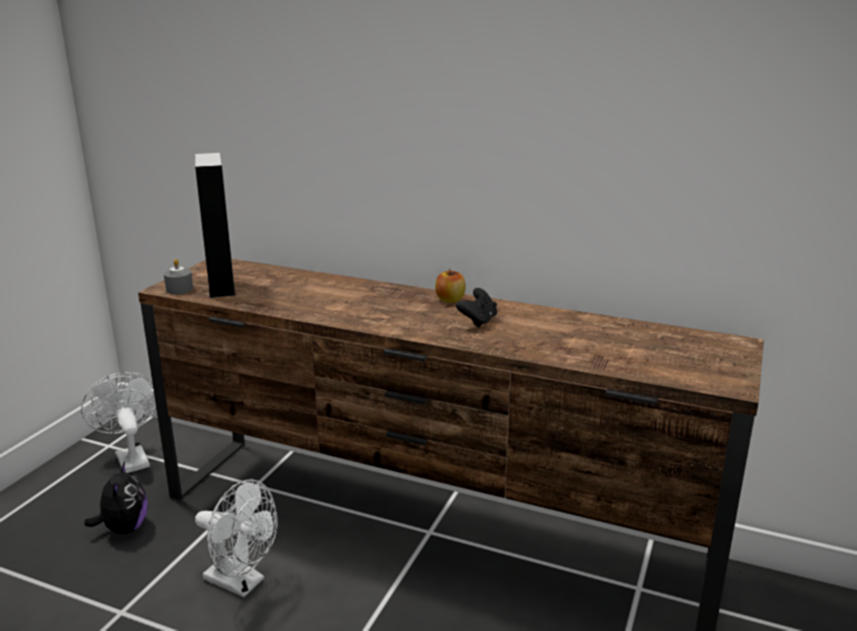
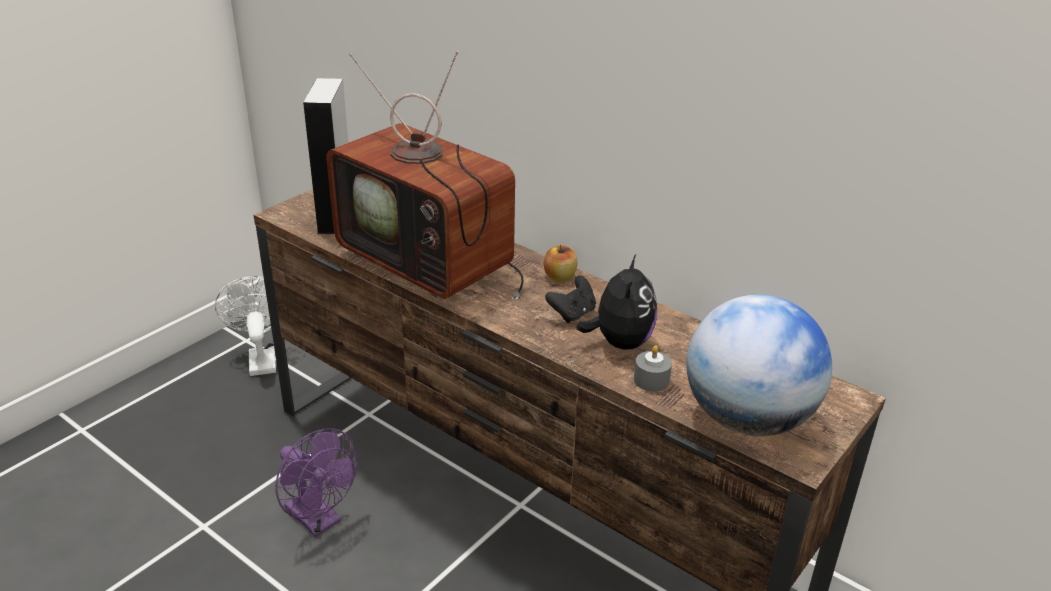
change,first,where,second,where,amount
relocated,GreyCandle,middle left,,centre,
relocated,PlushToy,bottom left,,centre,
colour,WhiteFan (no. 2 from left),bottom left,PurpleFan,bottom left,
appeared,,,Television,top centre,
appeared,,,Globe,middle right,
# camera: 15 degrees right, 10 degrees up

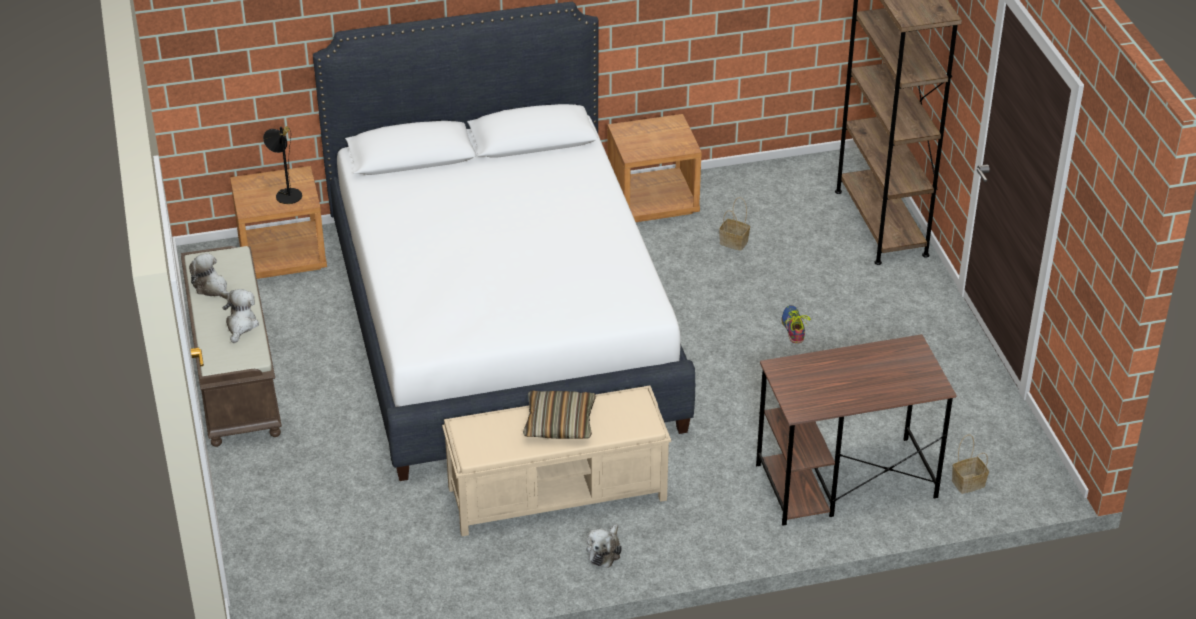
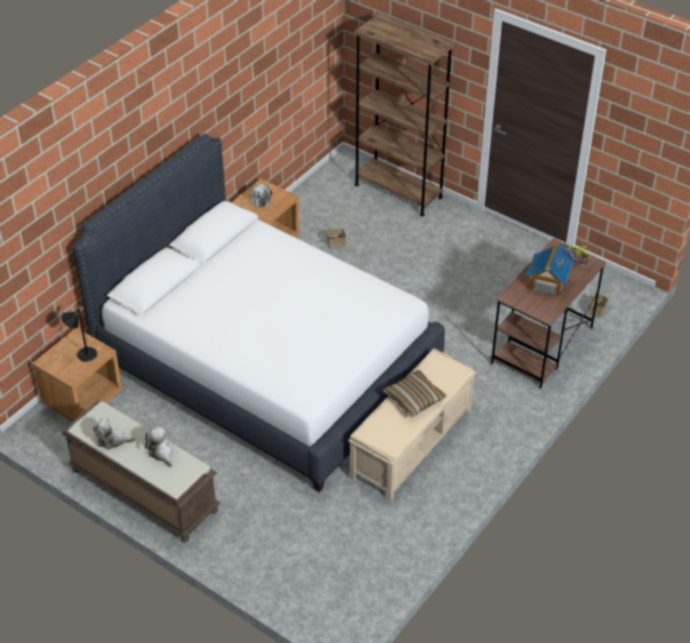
change,first,where,second,where,amount
relocated,Shoe,centre,,middle right,
relocated,PlushToy (no. 3 from left),bottom centre,,top centre,
appeared,,,ToyHouse,middle right,
# camera: 40 degrees left, 5 degrees up

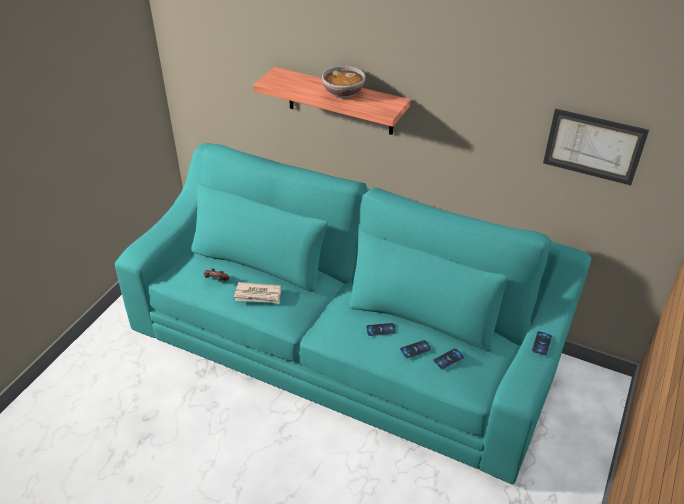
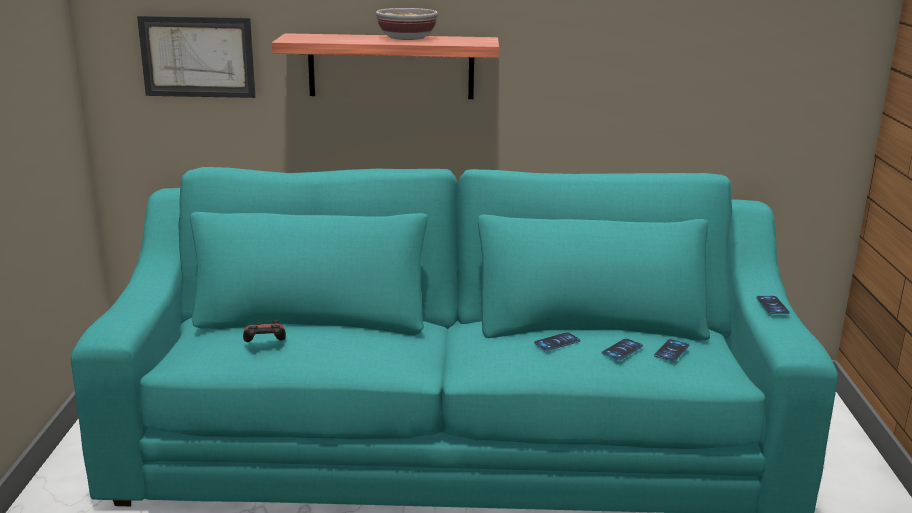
change,first,where,second,where,amount
relocated,Picture,top right,,top left,
missing,Newspaper,centre,,,
# camera: 25 degrees left, 20 degrees down

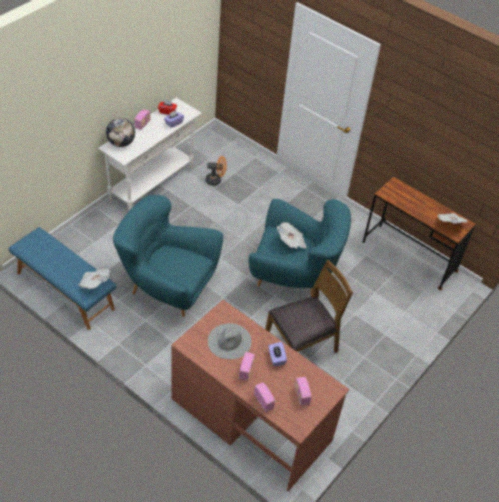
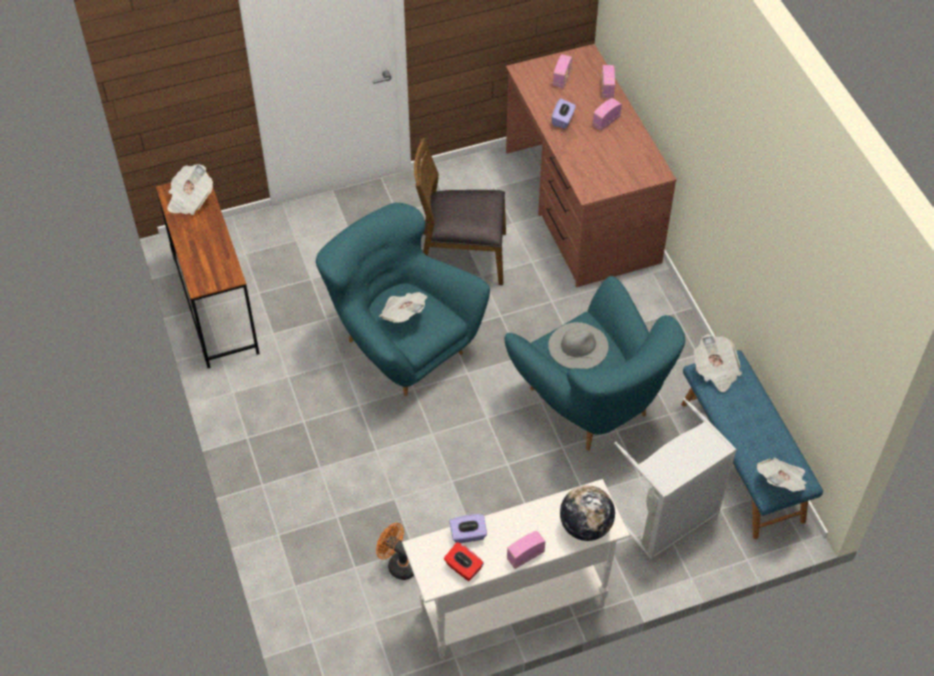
change,first,where,second,where,amount
relocated,GreyHat,bottom centre,,centre,
appeared,,,GreyLaundryBasket,bottom right,
appeared,,,Newspaper (no. 4 from left),bottom right,
# camera: 145 degrees left, 5 degrees up

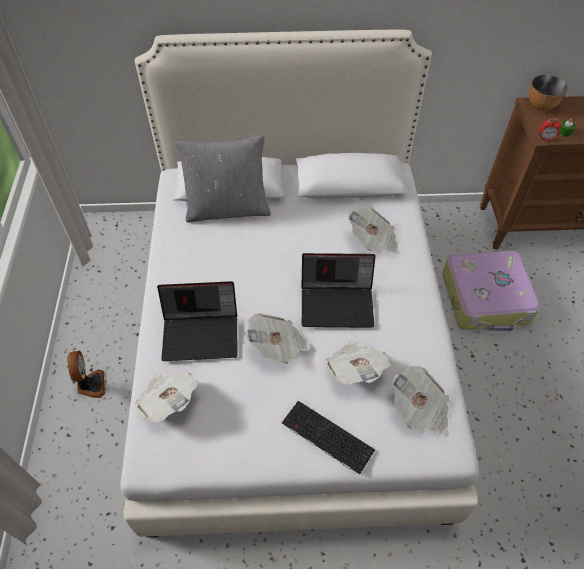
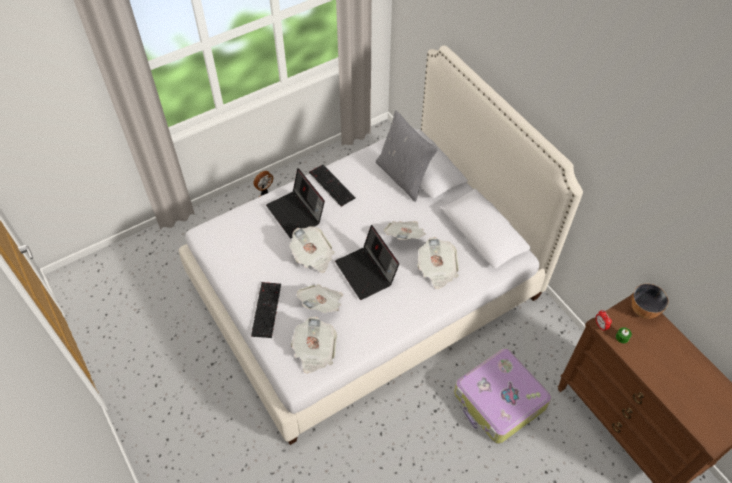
change,first,where,second,where,amount
relocated,Newspaper (no. 1 from left in the first image),bottom left,Newspaper (no. 4 from left),centre,
appeared,,,Keyboard (no. 2 from left),centre,
# camera: 60 degrees right, 0 degrees up

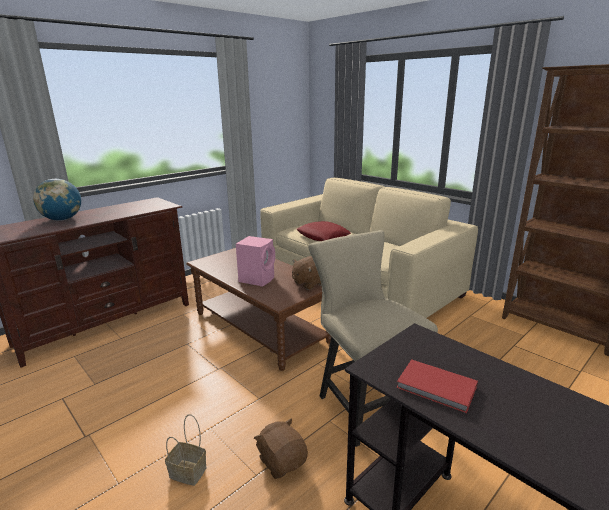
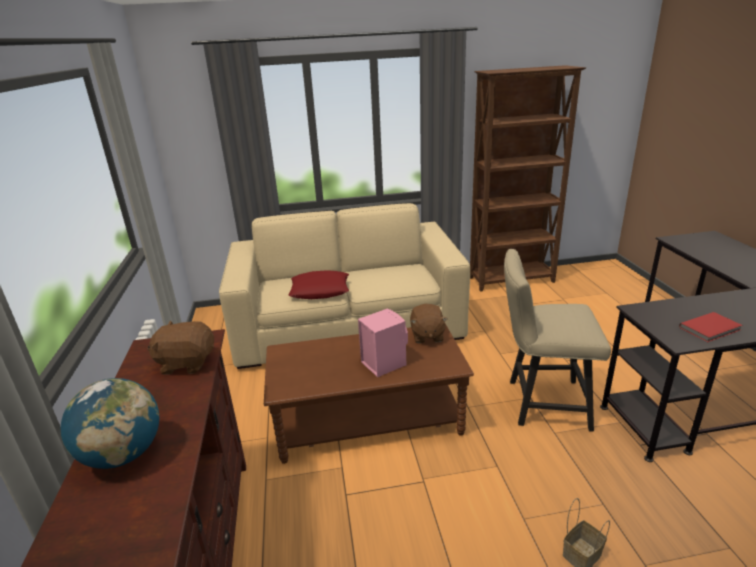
change,first,where,second,where,amount
relocated,BrownPlushToy (no. 1 from left),bottom centre,,middle left,
# camera: 55 degrees left, 5 degrees up

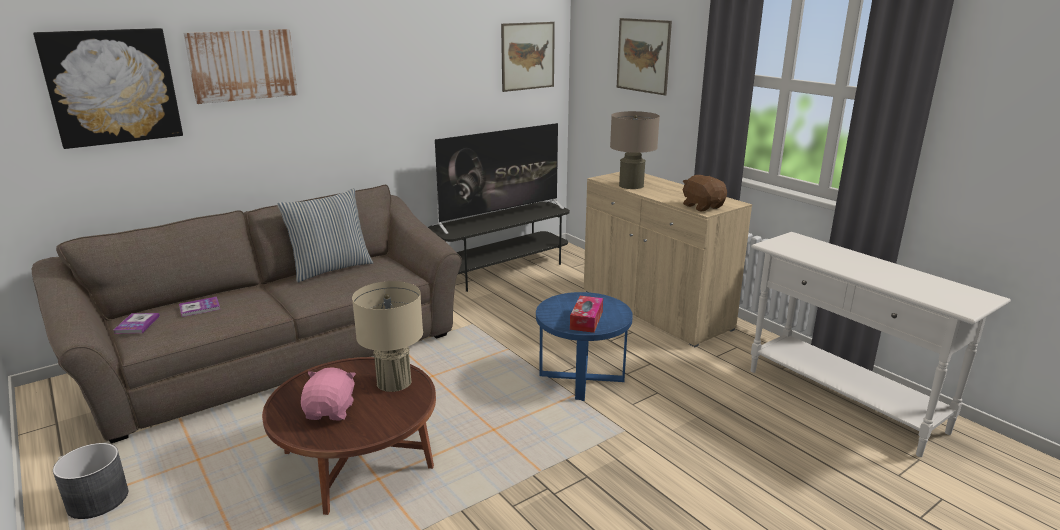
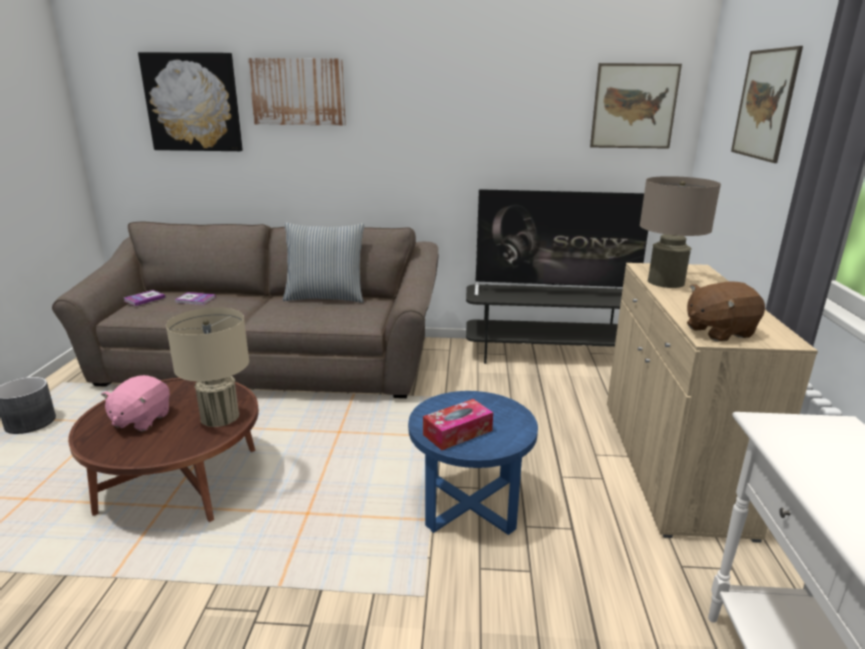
change,first,where,second,where,amount
spun,BrownPlushToy,centre,,middle right,120 degrees counterclockwise
spun,PinkPlushToy,bottom left,,middle left,150 degrees clockwise
# camera: 40 degrees right, 0 degrees up

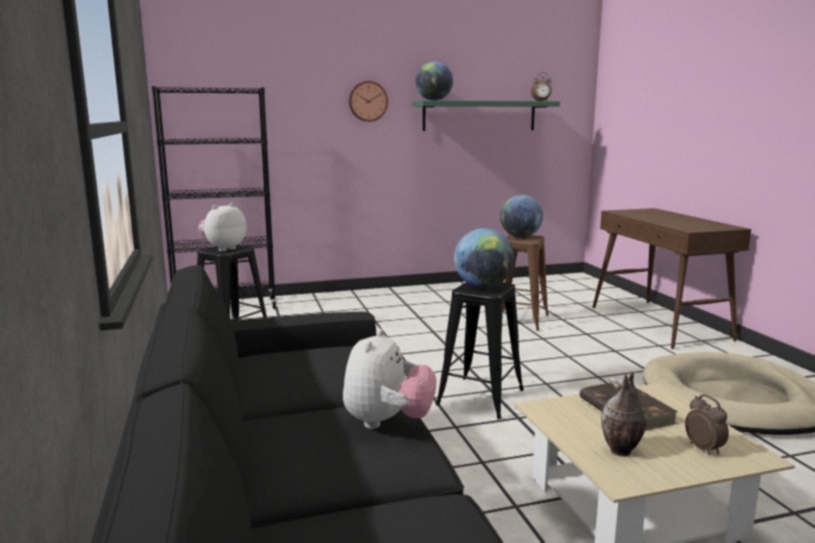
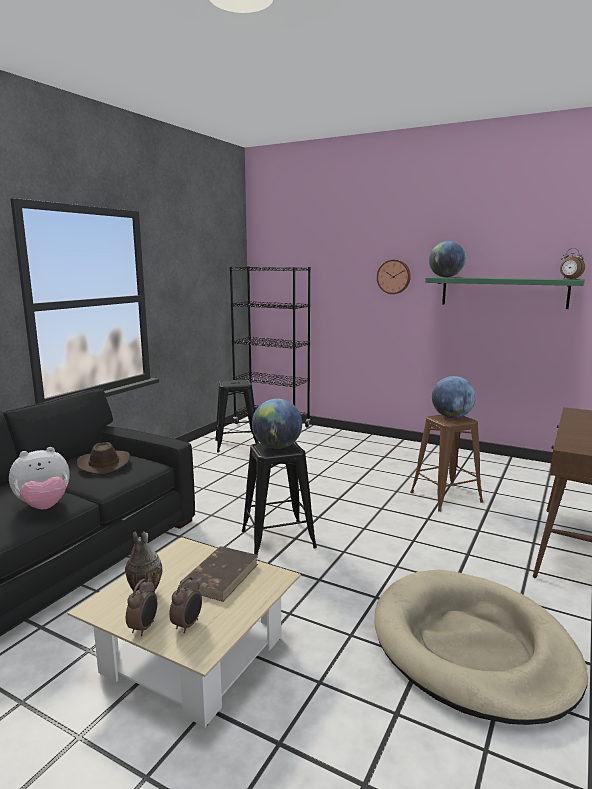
change,first,where,second,where,amount
missing,PlushToy (no. 1 from left),middle left,,,
appeared,,,BrownHat,middle left,
appeared,,,AlarmClock (no. 1 from left),bottom left,
# camera: 45 degrees right, 0 degrees up

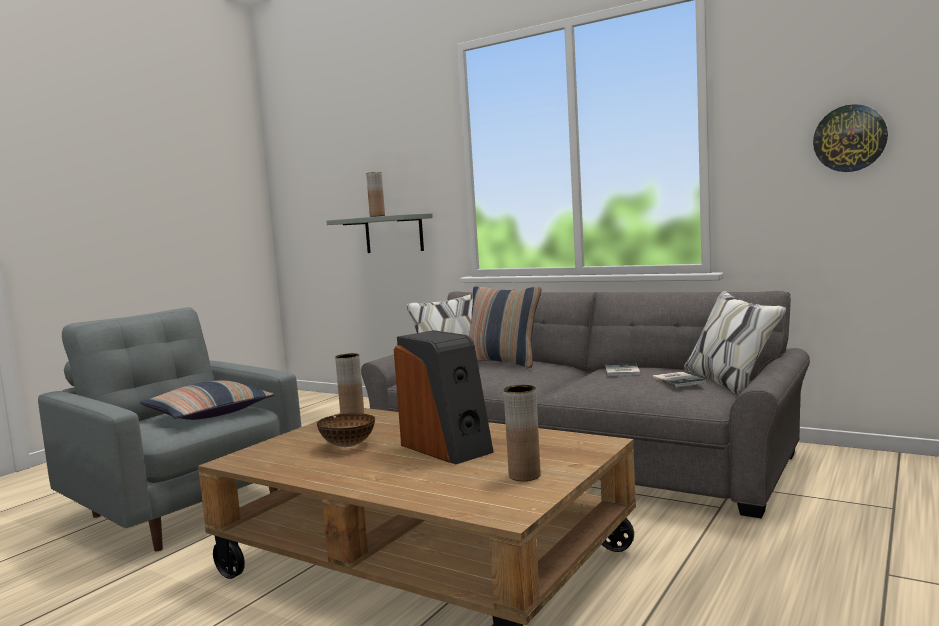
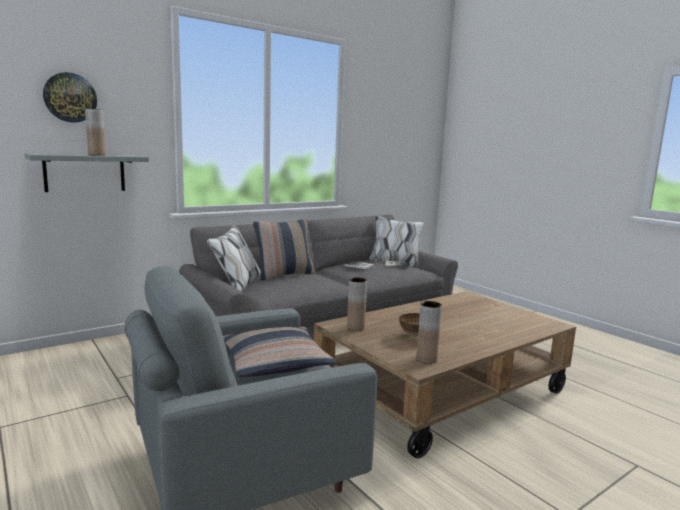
change,first,where,second,where,amount
relocated,WallClock,top right,,top left,
missing,Speaker,centre,,,
relocated,BrownVase (no. 3 from left),bottom centre,,centre,
# camera: 70 degrees left, 5 degrees up

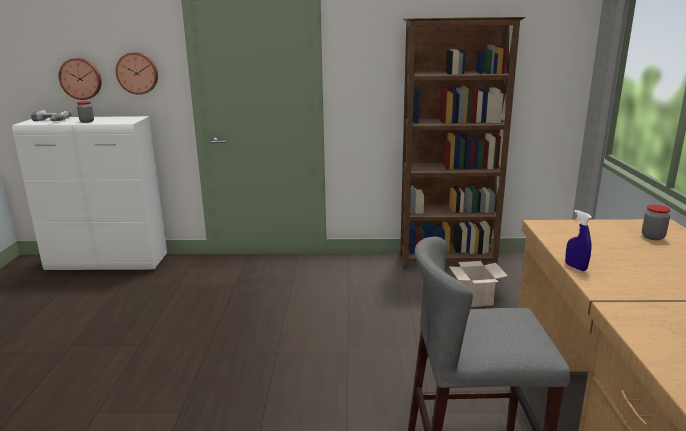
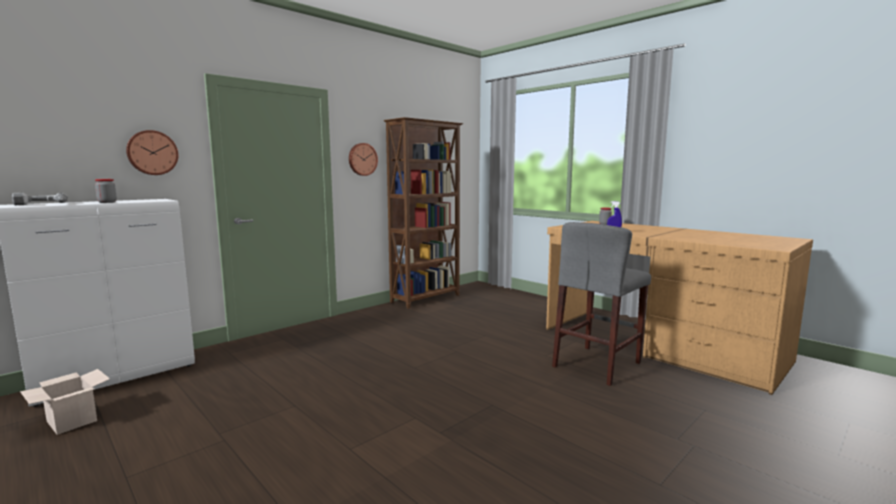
change,first,where,second,where,amount
relocated,WallClock (no. 1 from left in the first image),top left,WallClock (no. 2 from left),top centre,
relocated,CardboardBox,middle right,,bottom left,
# camera: 45 degrees left, 10 degrees down

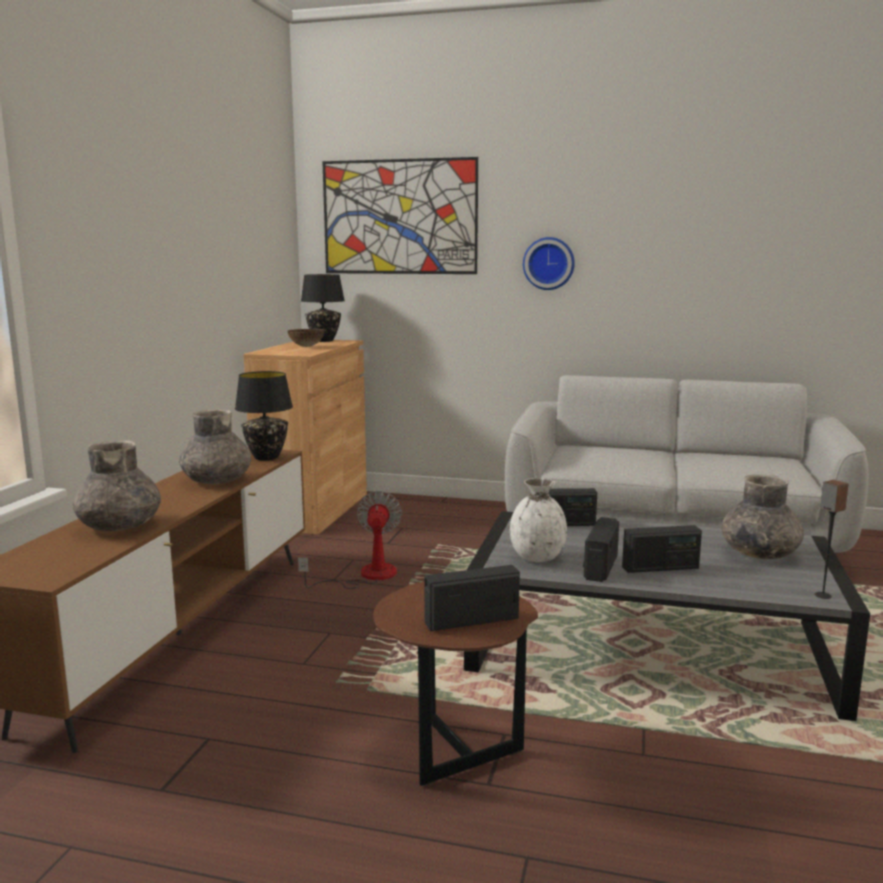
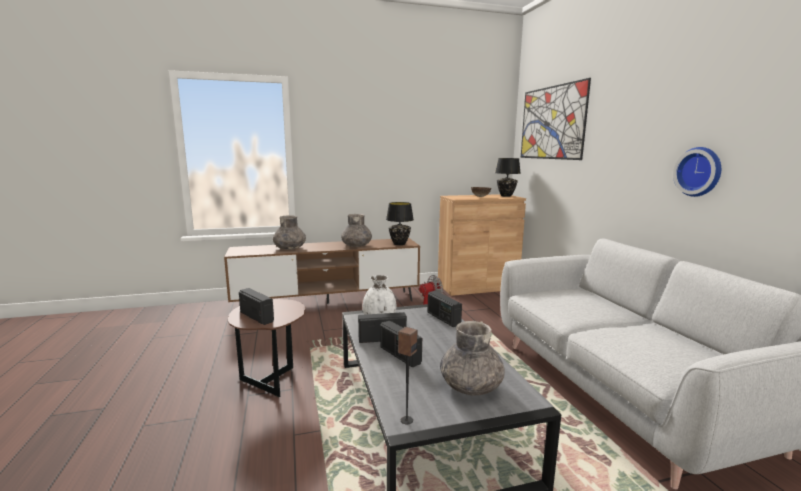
change,first,where,second,where,amount
relocated,WallClock,top centre,,middle right,
# camera: 60 degrees right, 0 degrees up

